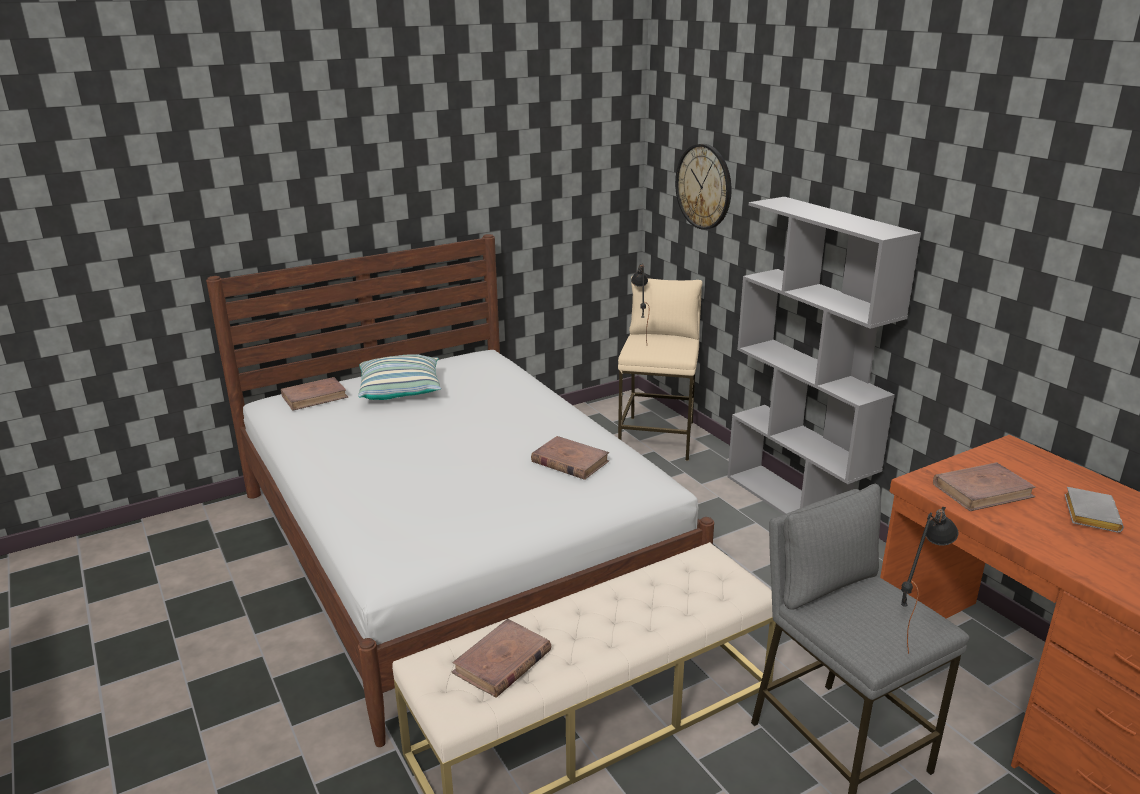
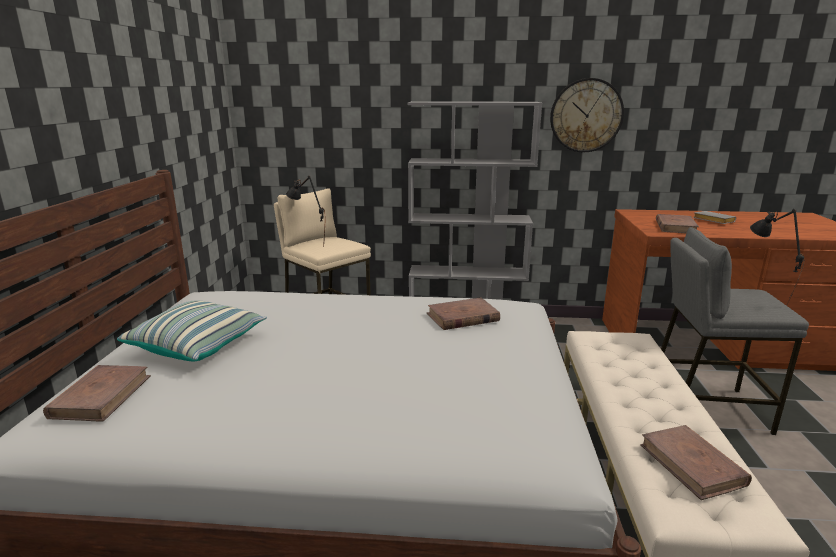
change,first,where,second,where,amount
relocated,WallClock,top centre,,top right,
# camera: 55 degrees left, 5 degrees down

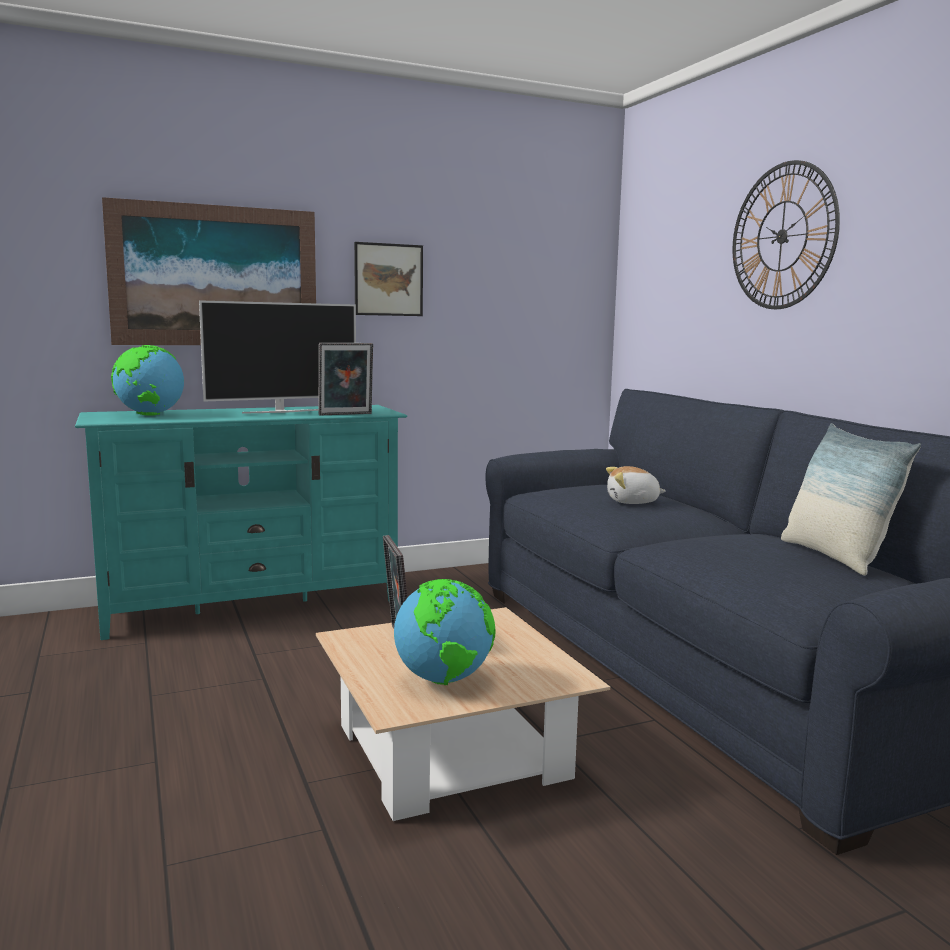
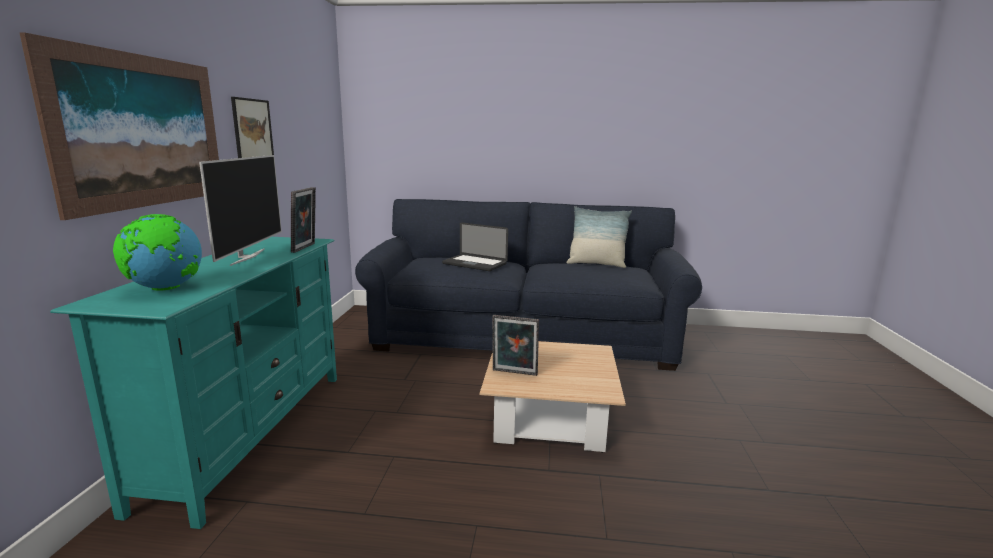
change,first,where,second,where,amount
missing,WallClock,top right,,,
exchanged,PlushToy,middle right,Laptop,centre,
missing,Globe (no. 2 from left),centre,,,
# camera: 60 degrees left, 5 degrees up

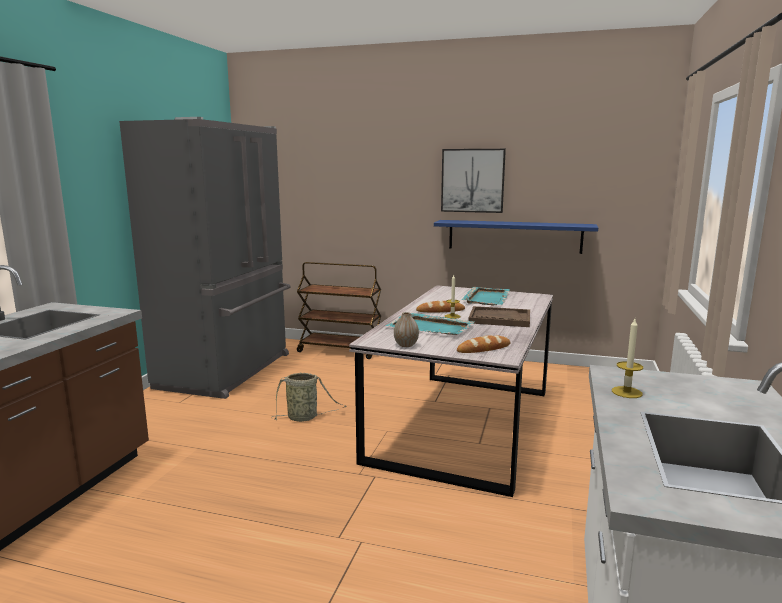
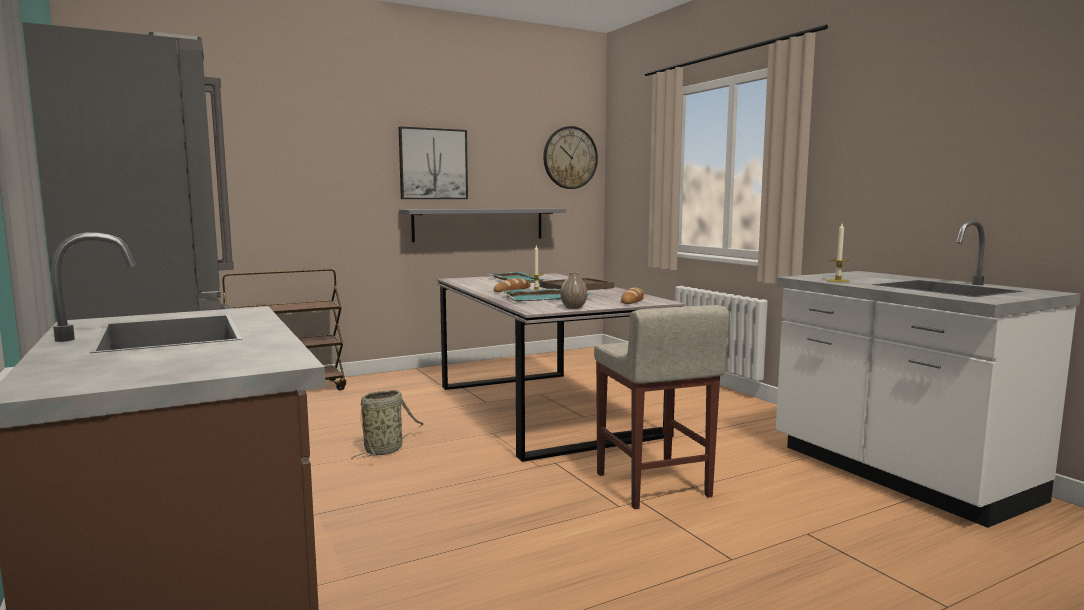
change,first,where,second,where,amount
colour,BlueShelf,centre,GreyShelf,centre,
appeared,,,WallClock,top centre,
appeared,,,BeigeStool,bottom centre,
# camera: 45 degrees left, 5 degrees down

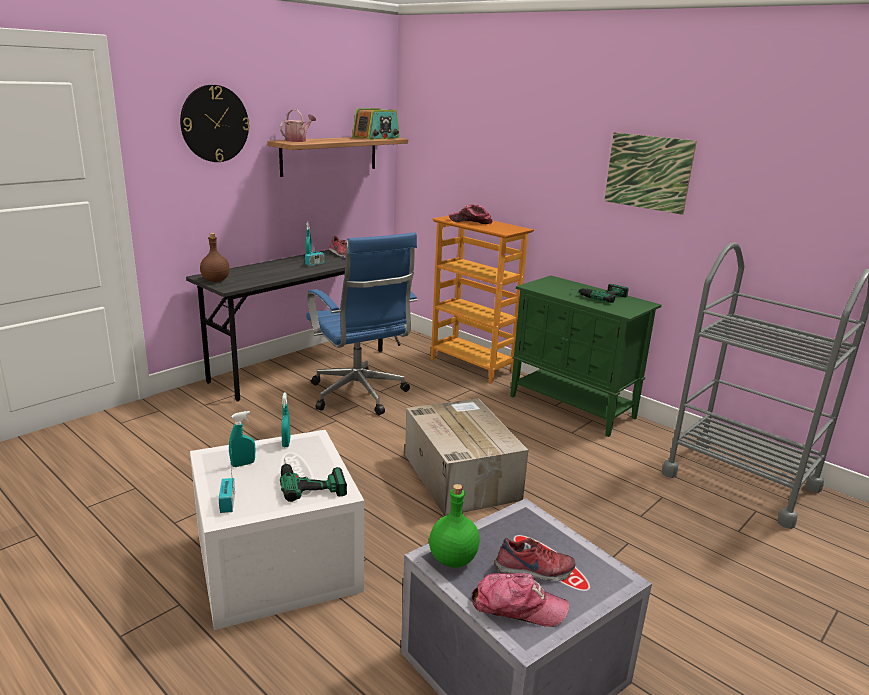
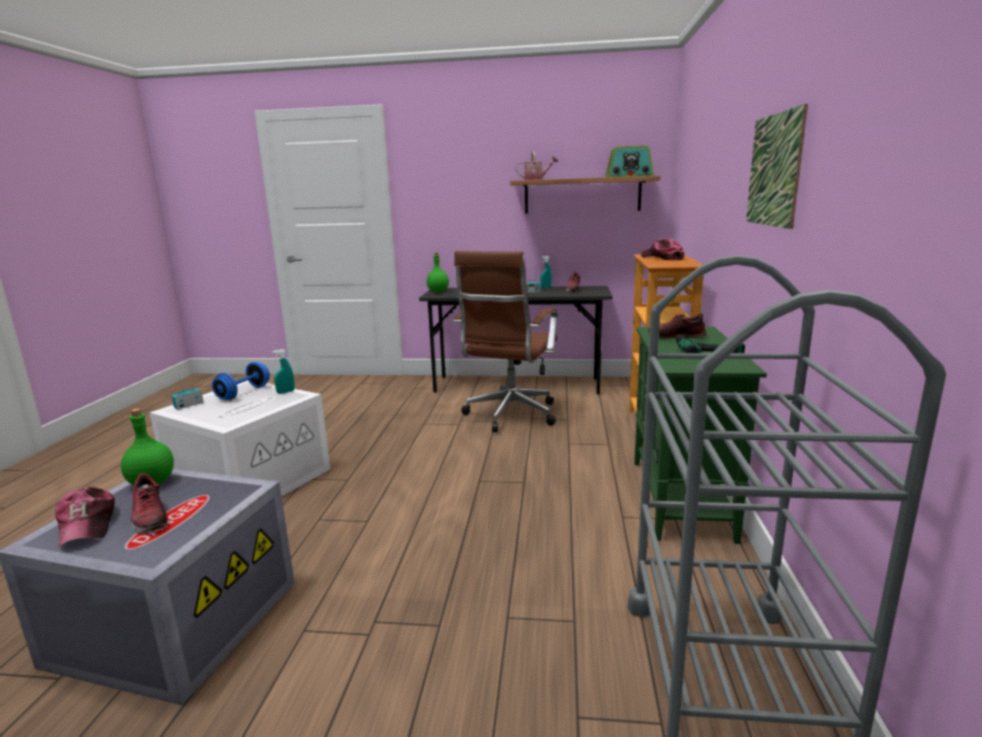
change,first,where,second,where,amount
missing,WallClock,top left,,,
colour,BrownBottle,middle left,GreenBottle (no. 2 from left),centre,
colour,BlueOfficeChair,centre,BrownOfficeChair,centre,
missing,CardboardBox,centre,,,
exchanged,TurquoiseSprayBottle (no. 1 from left),middle left,BlueDumbbell,middle left,
missing,PowerDrill (no. 1 from left),bottom centre,,,
appeared,,,Shoe (no. 3 from left),middle right,
# camera: 55 degrees right, 5 degrees down

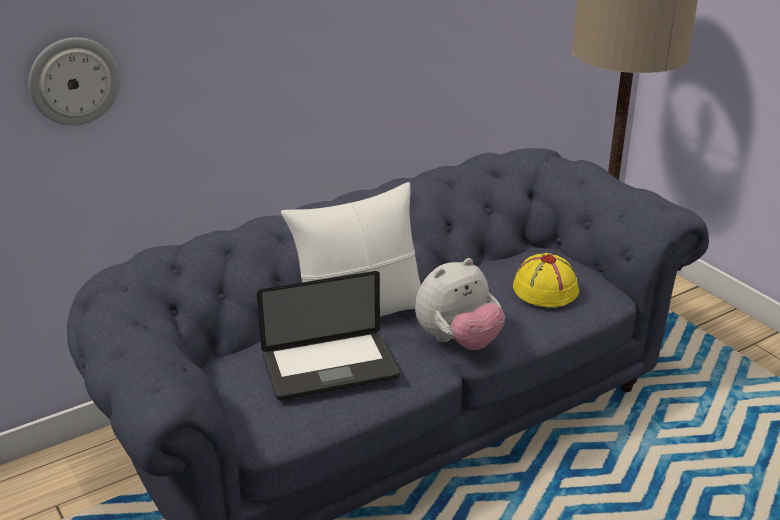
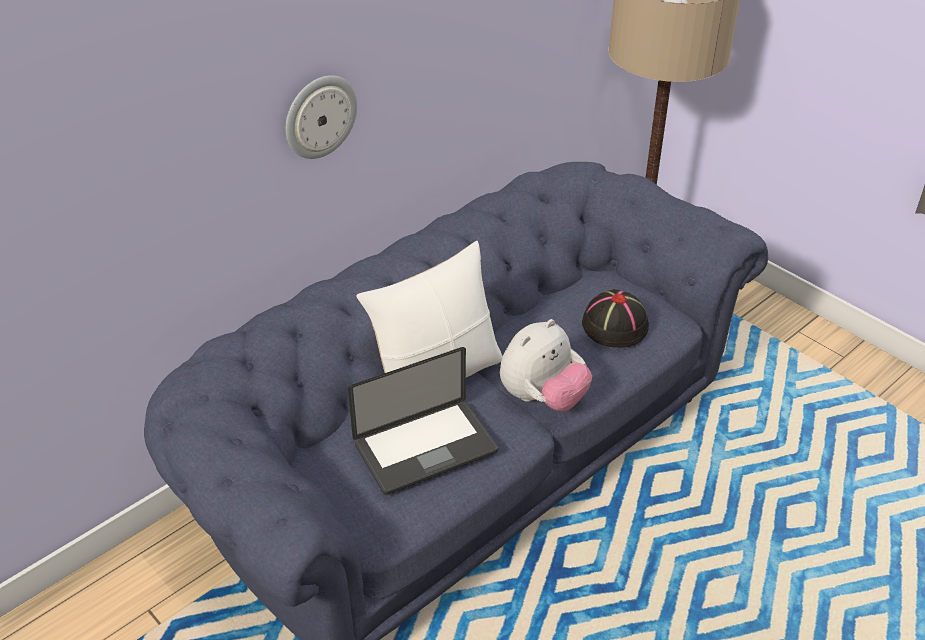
change,first,where,second,where,amount
relocated,WallClock,top left,,top centre,
colour,YellowHat,middle right,BlackHat,centre,
# camera: 10 degrees left, 10 degrees up

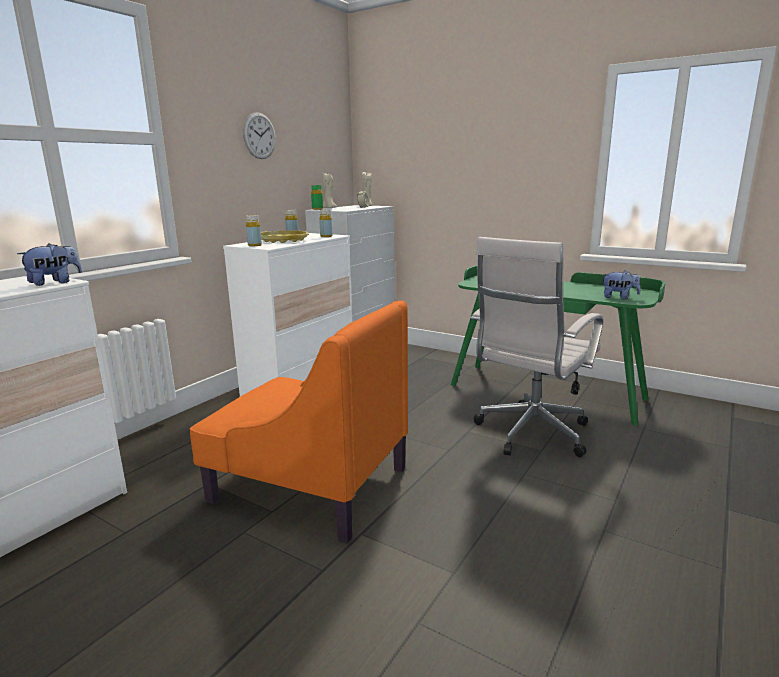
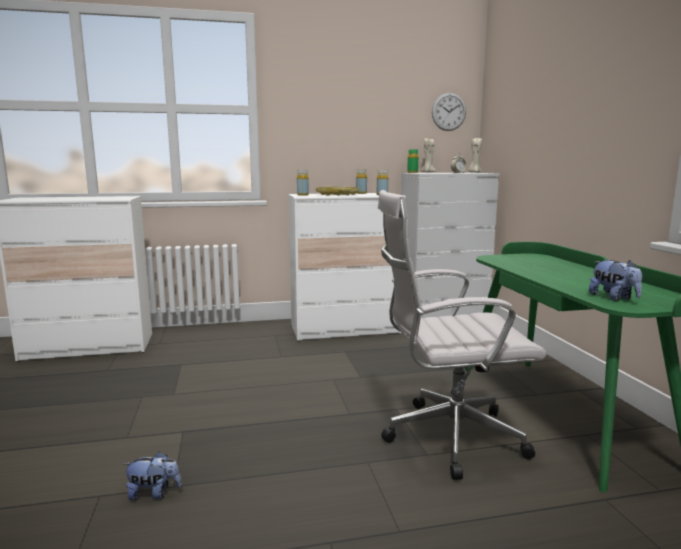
change,first,where,second,where,amount
relocated,WallClock,top left,,top centre,
relocated,PlushToy (no. 1 from left),middle left,,bottom left,
missing,OrangeArmchair,centre,,,
# camera: 45 degrees right, 5 degrees down

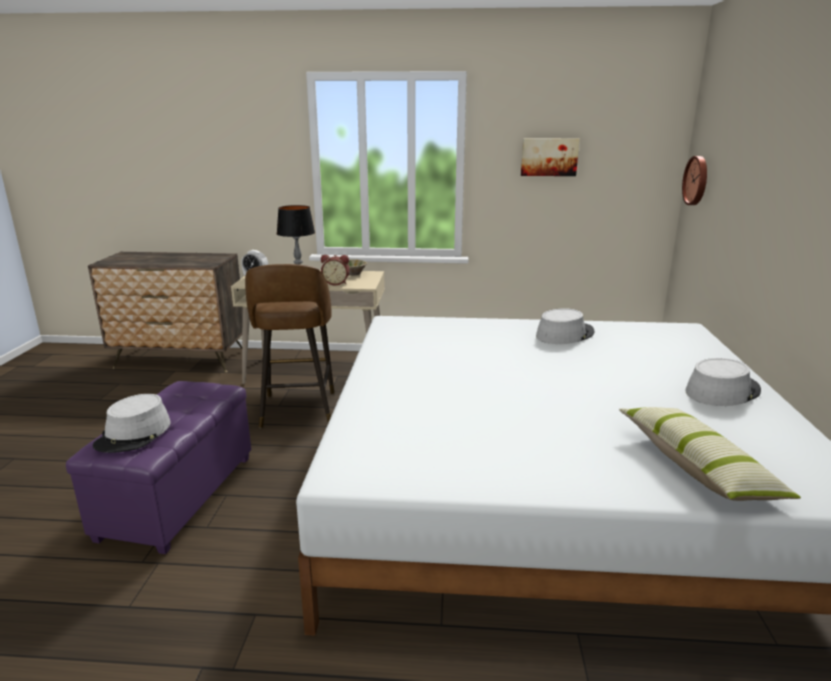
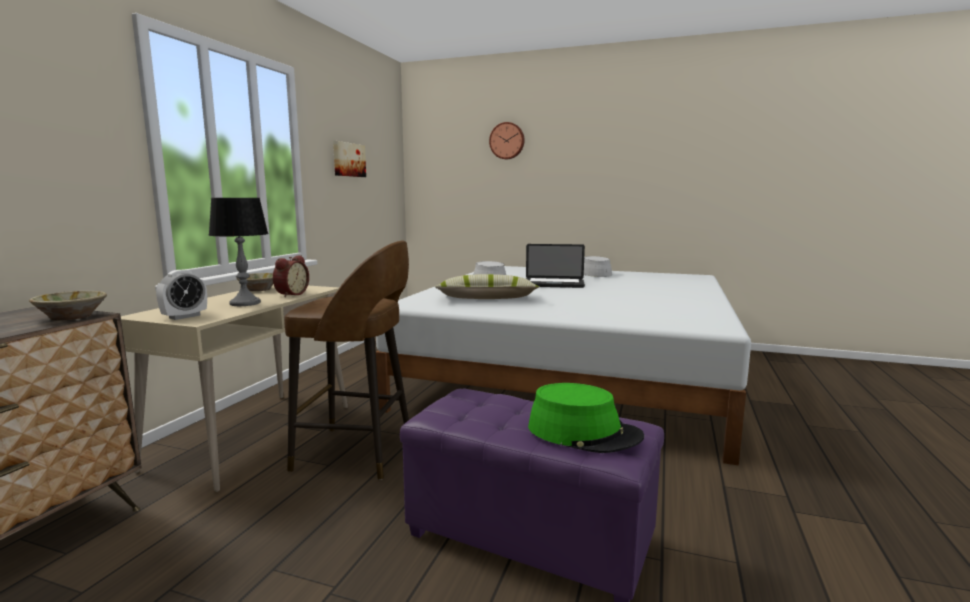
change,first,where,second,where,amount
relocated,WallClock,top right,,top centre,
colour,GreyHat (no. 1 from left),middle left,GreenHat,bottom centre,
relocated,Pillow,bottom right,,centre,
appeared,,,Laptop,centre,
appeared,,,BeigeBowl (no. 1 from left),middle left,
# camera: 75 degrees left, 10 degrees down

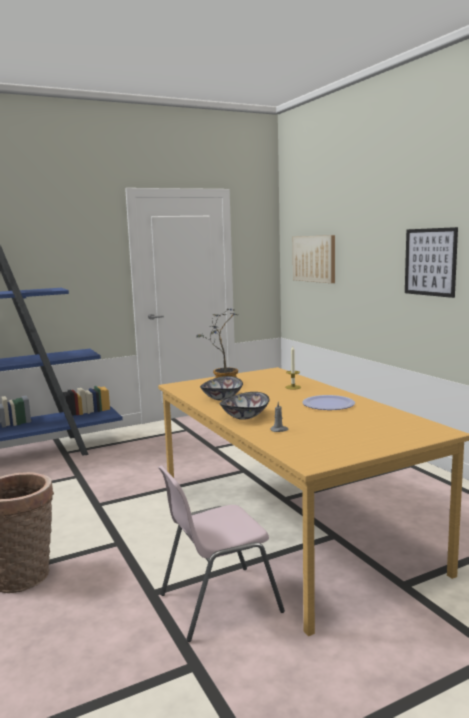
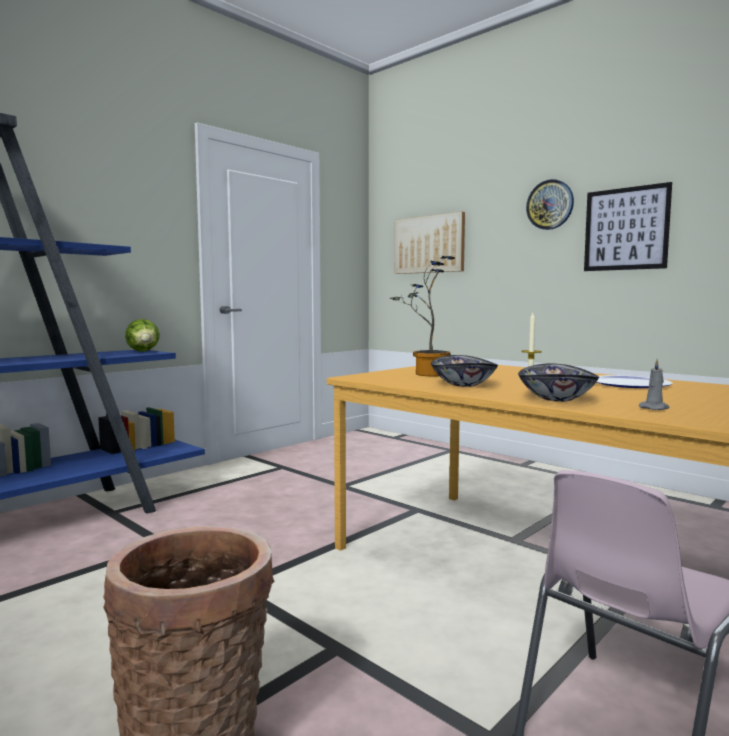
change,first,where,second,where,amount
appeared,,,WallClock,top right,
appeared,,,Lettuce,middle left,
# camera: 20 degrees left, 5 degrees down

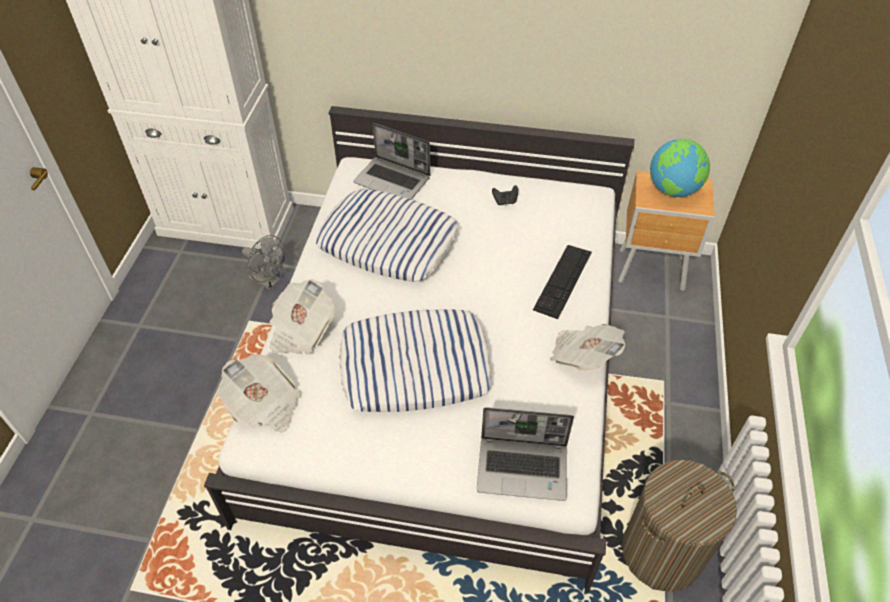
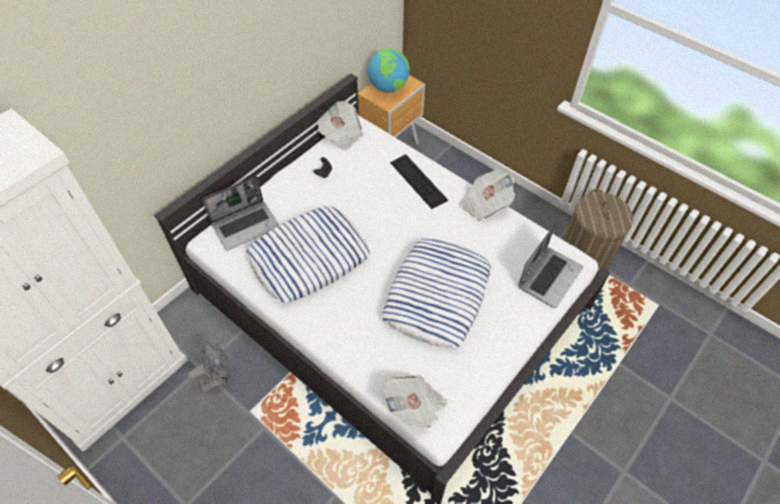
change,first,where,second,where,amount
relocated,Newspaper (no. 2 from left in the first image),centre,Newspaper (no. 1 from left),top centre,
# camera: 60 degrees left, 5 degrees up

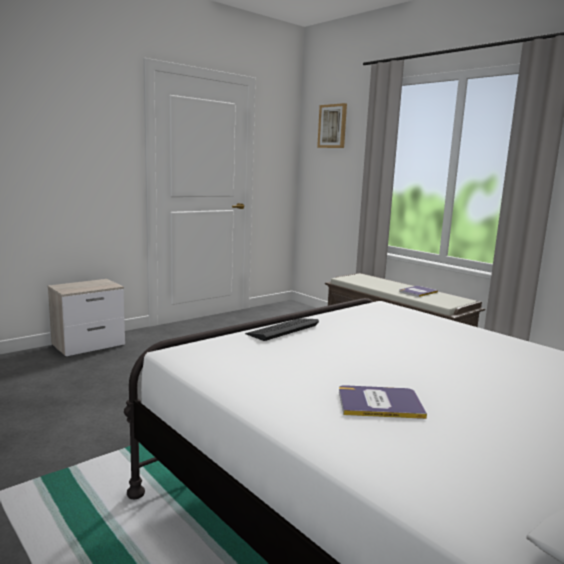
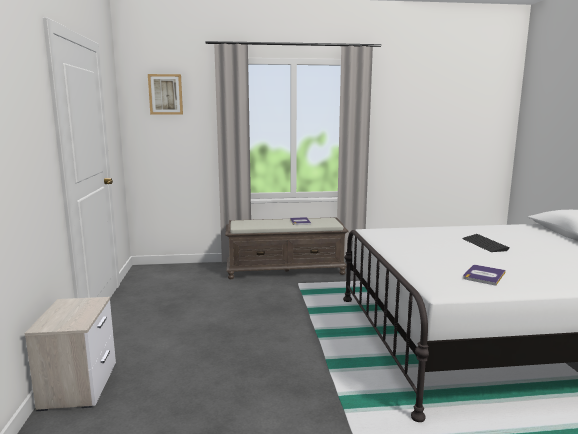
change,first,where,second,where,amount
relocated,Keyboard,centre,,middle right,
relocated,Book (no. 1 from left in the first image),bottom right,Book (no. 2 from left),middle right,
# camera: 55 degrees left, 0 degrees up

